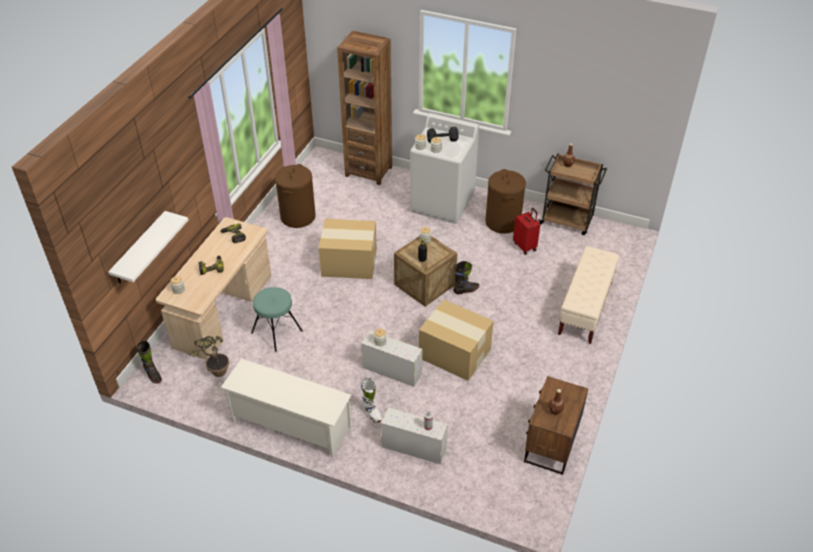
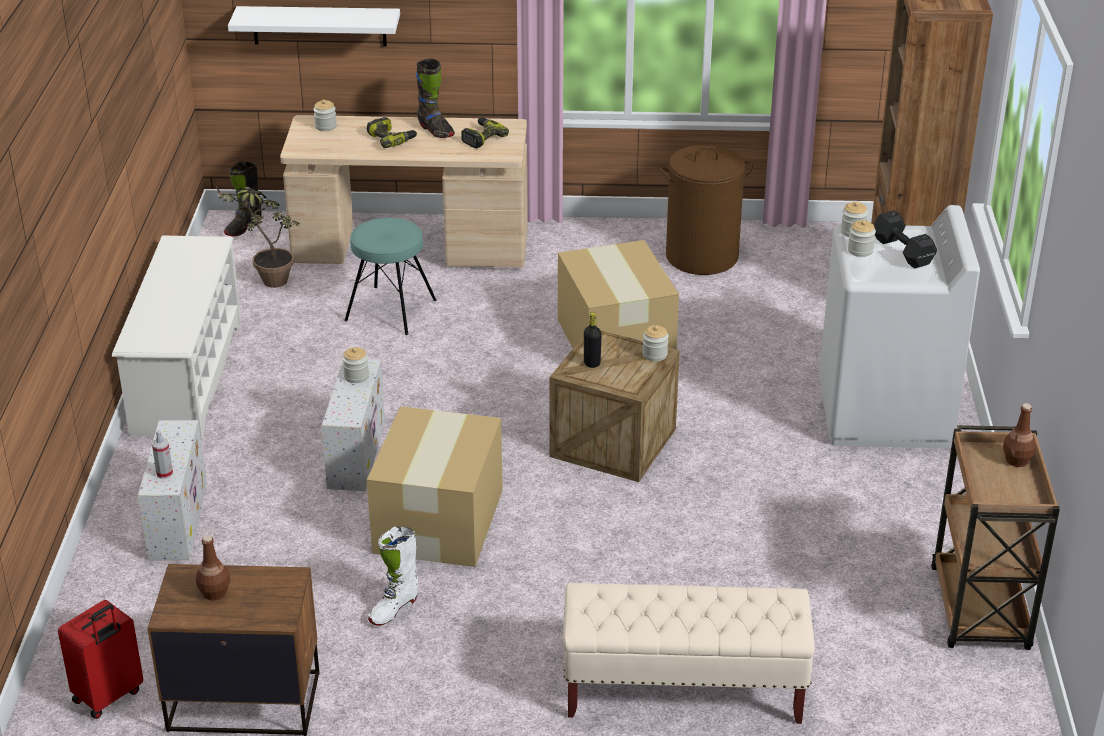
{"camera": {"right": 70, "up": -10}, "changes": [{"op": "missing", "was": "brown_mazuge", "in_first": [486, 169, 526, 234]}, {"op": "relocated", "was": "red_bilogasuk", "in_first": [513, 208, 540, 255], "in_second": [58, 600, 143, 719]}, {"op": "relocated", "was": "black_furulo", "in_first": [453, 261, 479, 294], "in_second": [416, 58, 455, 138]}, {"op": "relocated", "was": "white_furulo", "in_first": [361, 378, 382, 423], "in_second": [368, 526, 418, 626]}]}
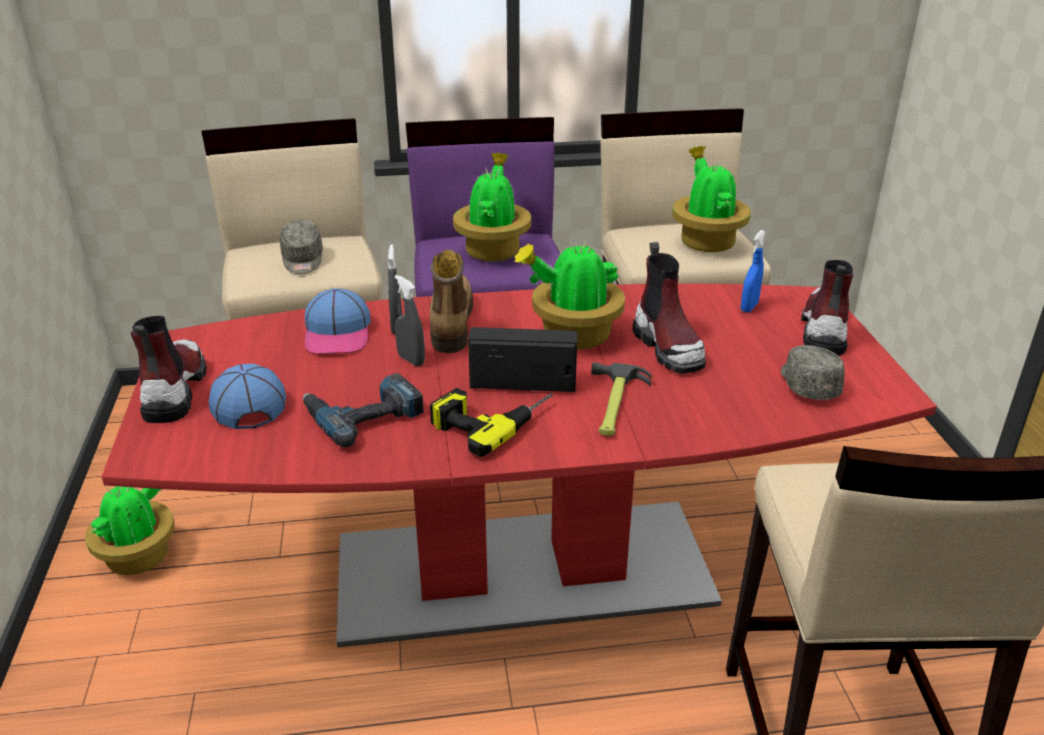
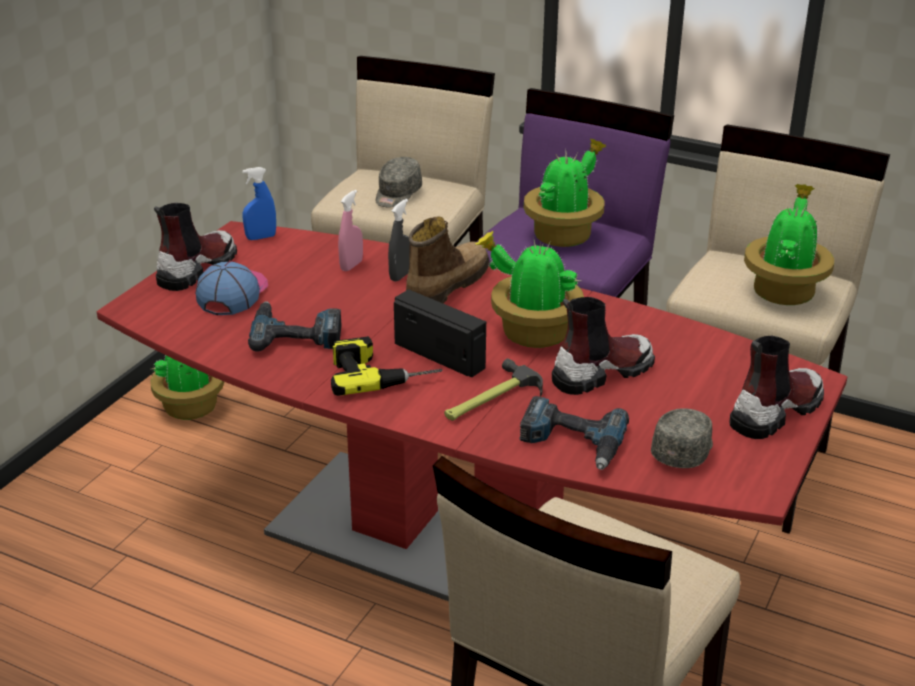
{"camera": {"right": 35, "up": 0}, "changes": [{"op": "relocated", "was": "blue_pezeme", "in_first": [741, 230, 766, 312], "in_second": [242, 167, 276, 240]}, {"op": "spun", "was": "furulo", "in_first": [632, 242, 706, 374], "in_second": [552, 297, 655, 395], "clockwise": -135}, {"op": "missing", "was": "grey_pezeme", "in_first": [395, 275, 425, 366]}, {"op": "exchanged", "was": "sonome", "now": "pink_pezeme", "in_first": [305, 288, 371, 354], "in_second": [338, 190, 363, 271]}, {"op": "appeared", "now": "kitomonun", "in_second": [519, 396, 629, 470]}]}
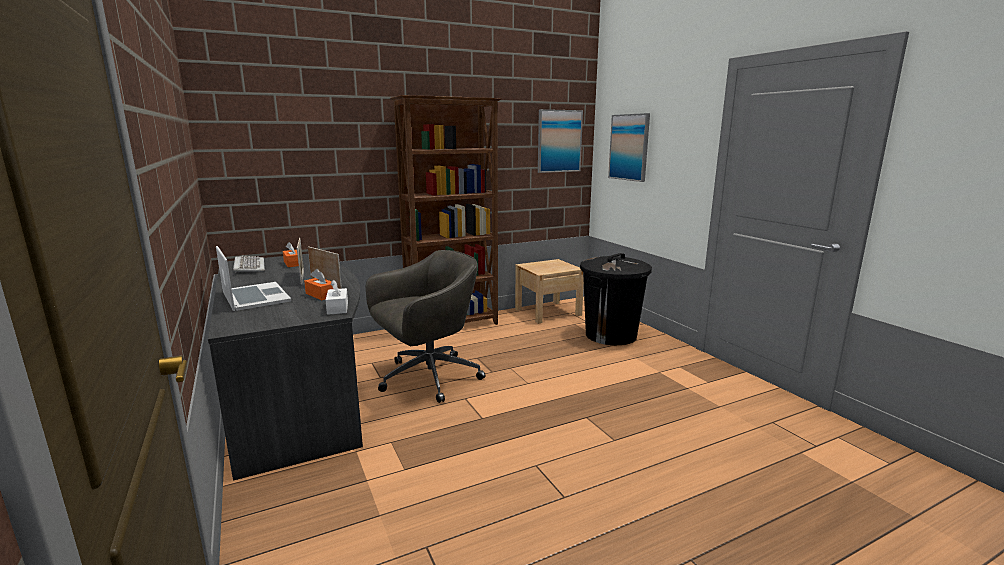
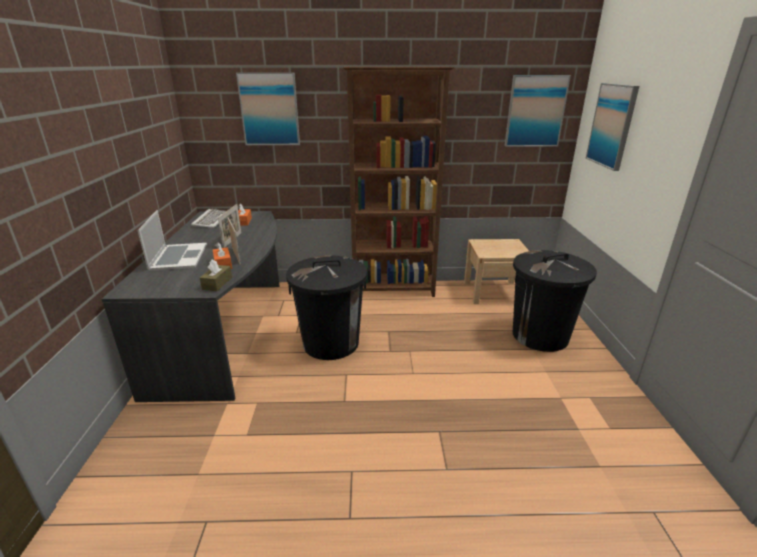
{"camera": {"right": 25, "up": 10}, "changes": [{"op": "exchanged", "was": "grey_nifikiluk", "now": "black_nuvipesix", "in_first": [366, 250, 486, 403], "in_second": [286, 255, 367, 360]}, {"op": "colour", "was": "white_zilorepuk", "now": "brown_zilorepuk", "in_first": [326, 280, 348, 315], "in_second": [200, 259, 232, 291]}, {"op": "appeared", "now": "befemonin", "in_second": [236, 72, 300, 145]}]}
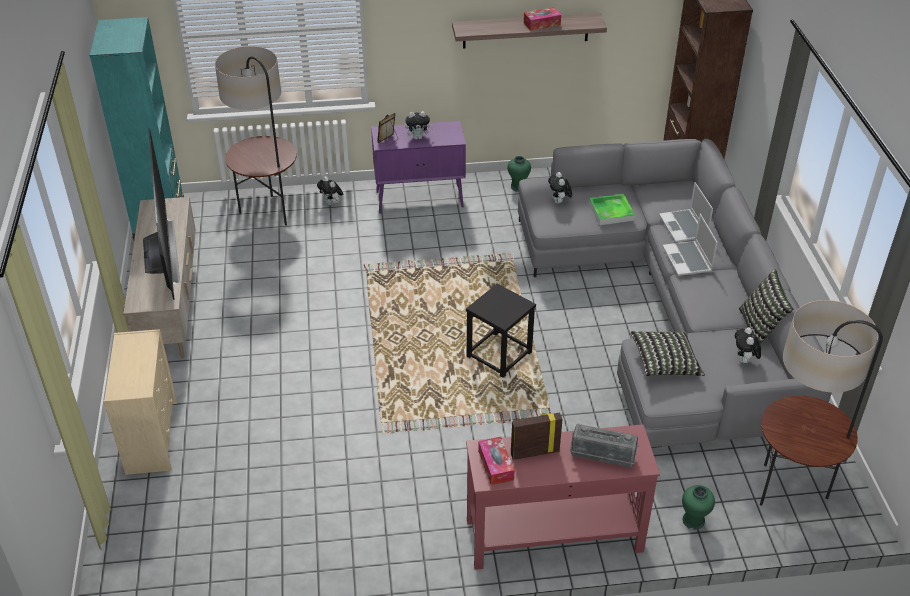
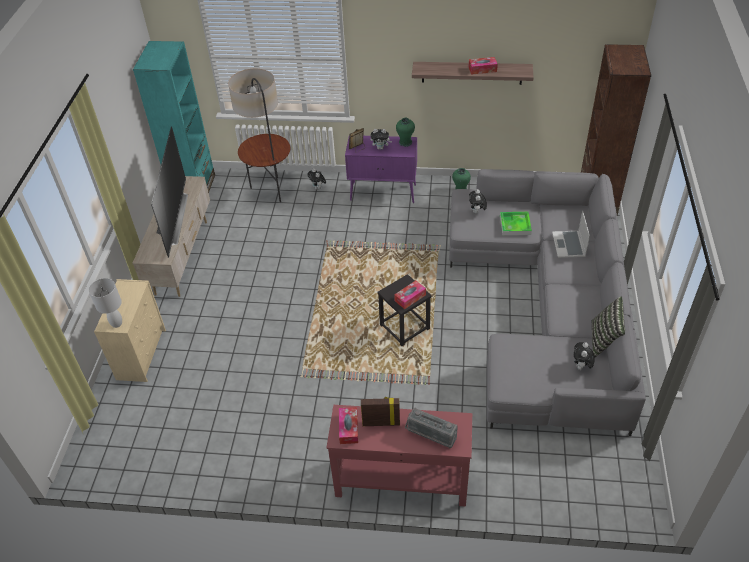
{"camera": {"right": 15, "up": 5}, "changes": [{"op": "missing", "was": "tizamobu", "in_first": [662, 214, 718, 276]}, {"op": "missing", "was": "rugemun", "in_first": [760, 300, 883, 506]}, {"op": "missing", "was": "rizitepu", "in_first": [630, 331, 705, 376]}, {"op": "relocated", "was": "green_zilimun", "in_first": [682, 485, 715, 530], "in_second": [396, 118, 415, 147]}, {"op": "appeared", "now": "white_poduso", "in_second": [89, 278, 122, 328]}, {"op": "appeared", "now": "zilorepuk", "in_second": [394, 281, 426, 309]}]}
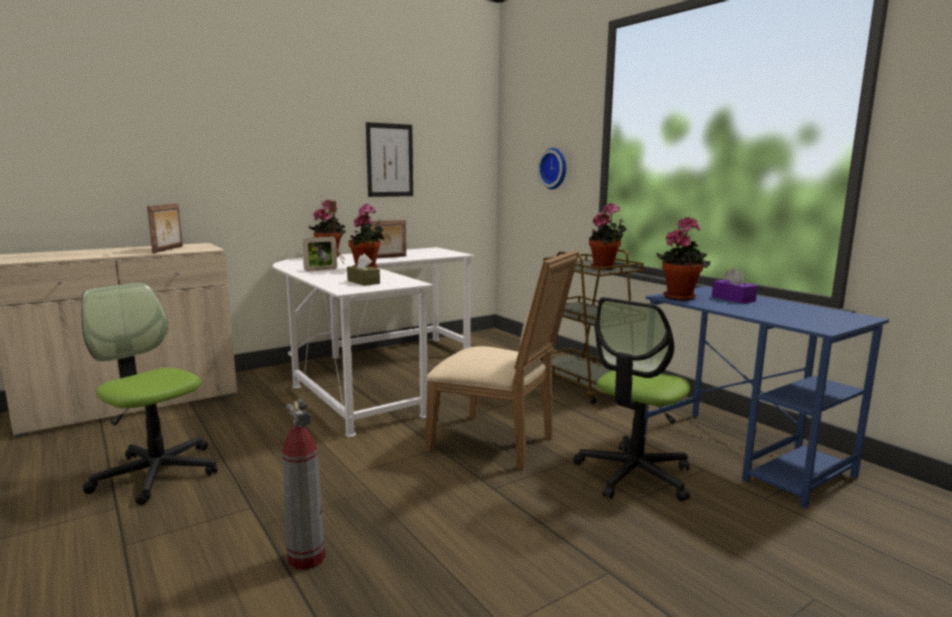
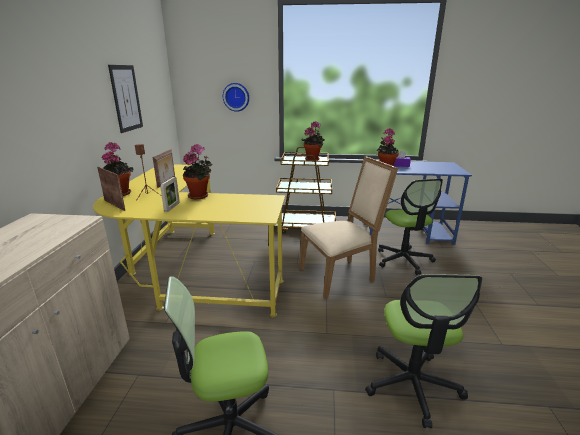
{"camera": {"right": -50, "up": 10}, "changes": [{"op": "relocated", "was": "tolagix", "in_first": [147, 203, 183, 253], "in_second": [97, 167, 125, 211]}, {"op": "colour", "was": "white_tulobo", "now": "yellow_tulobo", "in_first": [273, 247, 475, 437], "in_second": [93, 164, 285, 317]}, {"op": "missing", "was": "brown_zilorepuk", "in_first": [347, 254, 380, 286]}, {"op": "exchanged", "was": "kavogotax", "now": "nifikiluk", "in_first": [282, 398, 325, 570], "in_second": [365, 274, 482, 428]}]}
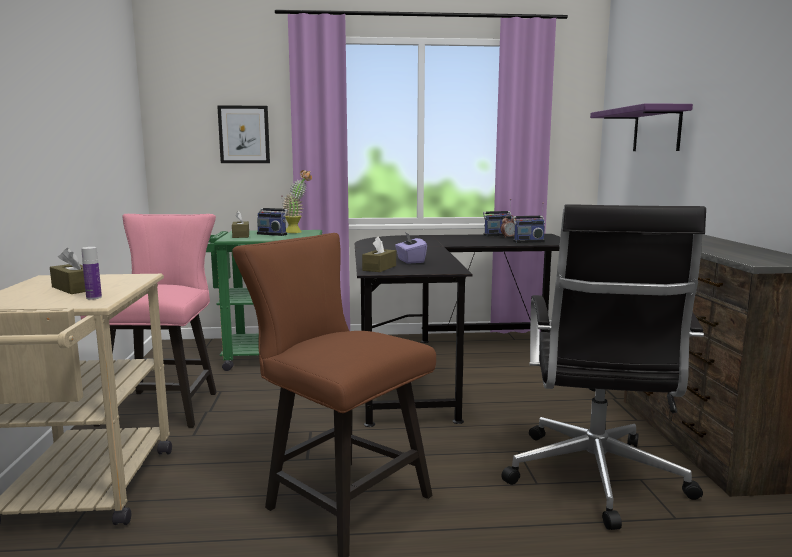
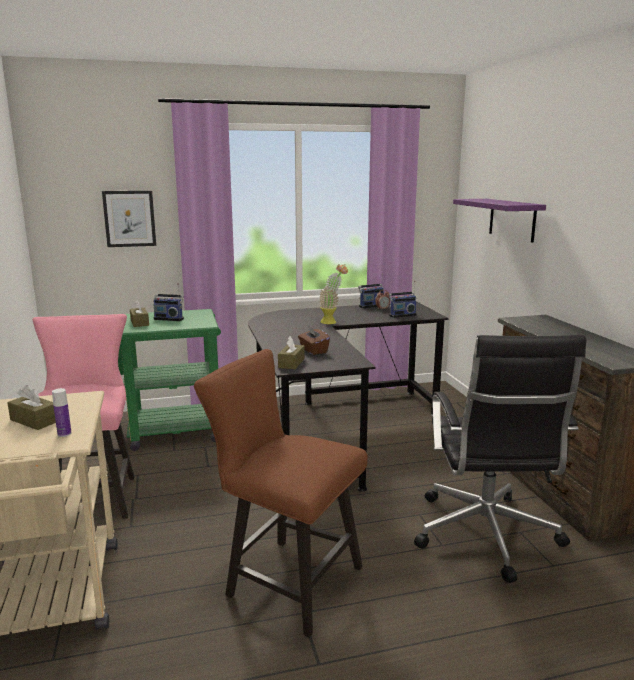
{"camera": {"right": -10, "up": 5}, "changes": [{"op": "relocated", "was": "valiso", "in_first": [283, 170, 312, 233], "in_second": [319, 264, 348, 324]}, {"op": "colour", "was": "purple_zilorepuk", "now": "brown_zilorepuk", "in_first": [395, 232, 427, 264], "in_second": [298, 325, 330, 355]}]}
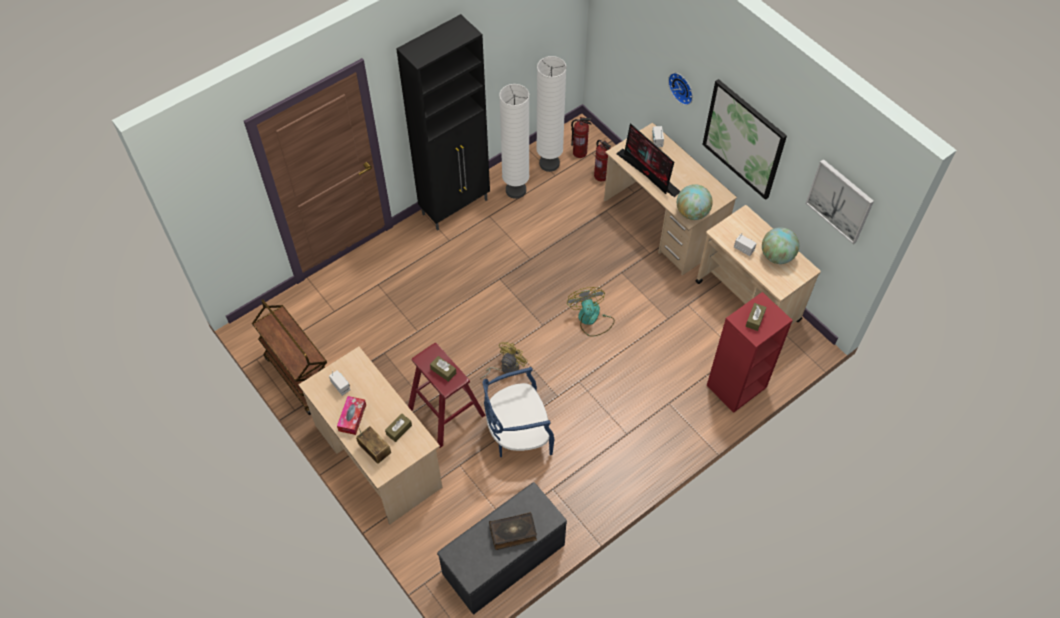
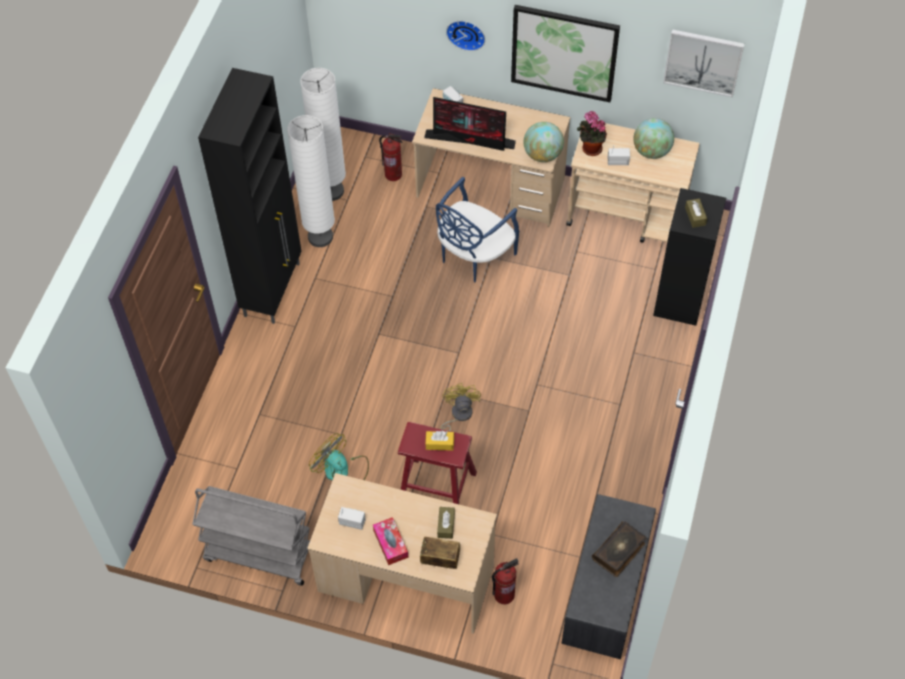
{"camera": {"right": -35, "up": 0}, "changes": [{"op": "relocated", "was": "kavogotax", "in_first": [571, 117, 592, 158], "in_second": [492, 558, 519, 604]}, {"op": "relocated", "was": "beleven", "in_first": [567, 287, 615, 337], "in_second": [309, 433, 369, 480]}, {"op": "colour", "was": "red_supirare", "now": "black_supirare", "in_first": [707, 292, 793, 413], "in_second": [653, 188, 726, 326]}, {"op": "colour", "was": "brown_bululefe", "now": "grey_bululefe", "in_first": [252, 299, 327, 415], "in_second": [192, 486, 310, 586]}, {"op": "colour", "was": "brown_zilorepuk", "now": "yellow_zilorepuk", "in_first": [430, 356, 456, 382], "in_second": [425, 431, 454, 451]}, {"op": "relocated", "was": "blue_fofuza", "in_first": [482, 367, 554, 457], "in_second": [436, 177, 519, 283]}, {"op": "appeared", "now": "valiso", "in_second": [577, 111, 607, 156]}]}
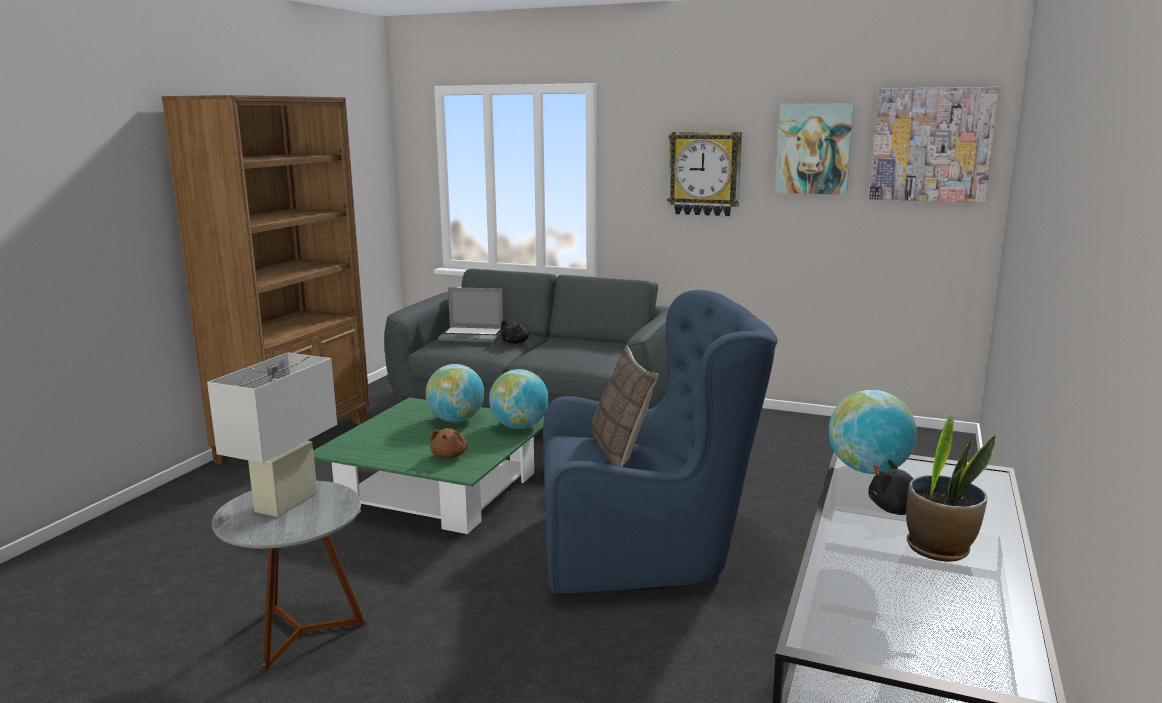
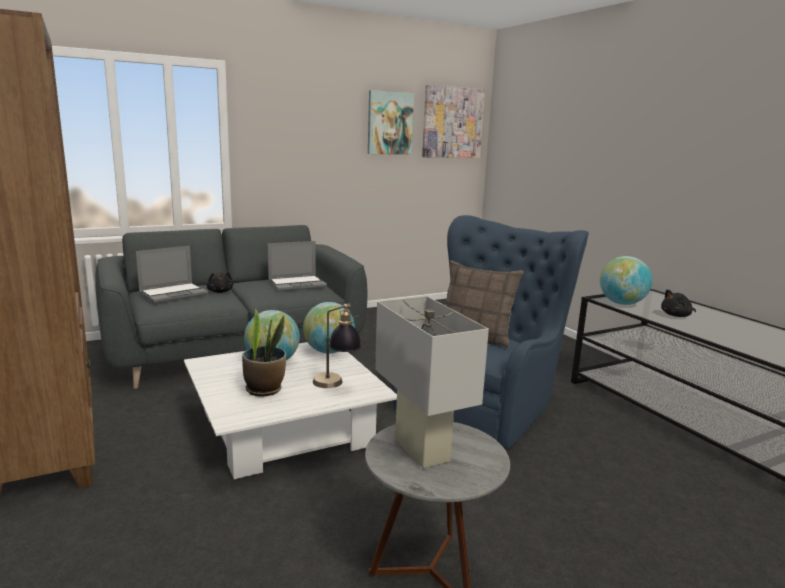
{"camera": {"right": -50, "up": 0}, "changes": [{"op": "missing", "was": "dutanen", "in_first": [667, 132, 742, 216]}, {"op": "colour", "was": "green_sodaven", "now": "white_sodaven", "in_first": [313, 397, 545, 535], "in_second": [184, 342, 397, 480]}, {"op": "relocated", "was": "valiso", "in_first": [906, 412, 996, 562], "in_second": [242, 308, 286, 397]}, {"op": "exchanged", "was": "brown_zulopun", "now": "poduso", "in_first": [430, 428, 468, 459], "in_second": [313, 303, 361, 388]}, {"op": "appeared", "now": "tizamobu", "in_second": [268, 241, 327, 291]}]}
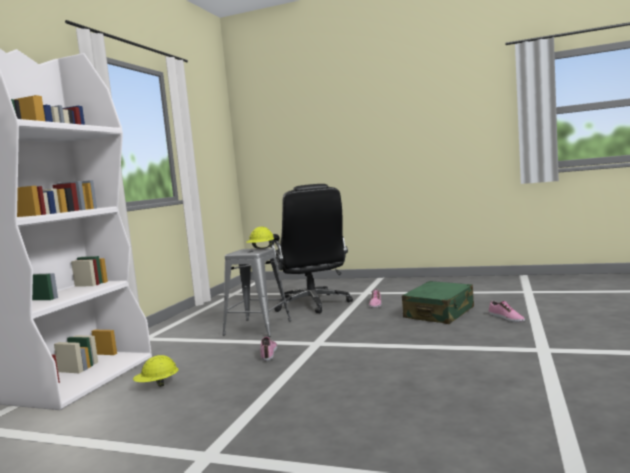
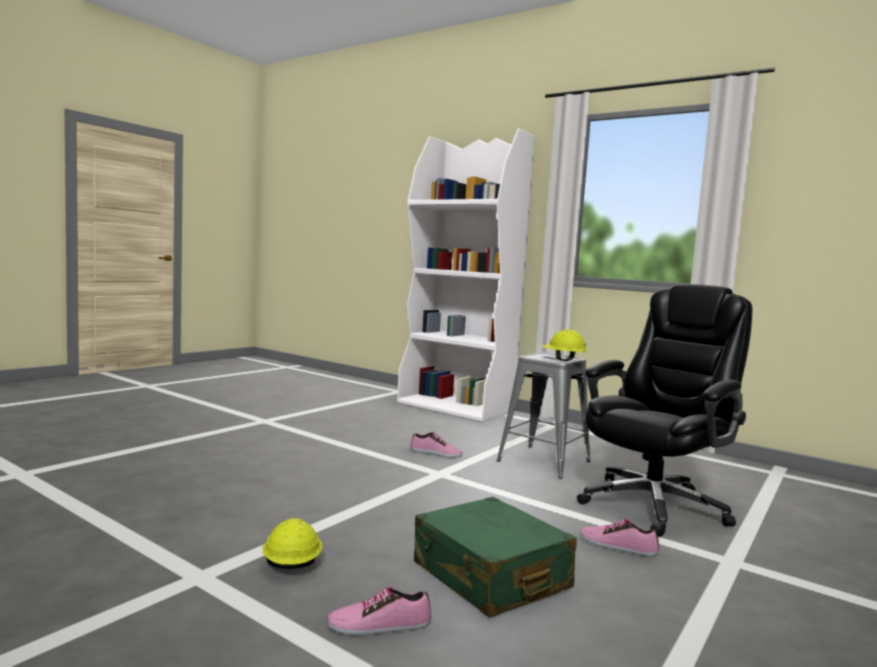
{"camera": {"right": 105, "up": 0}, "changes": [{"op": "spun", "was": "black_nifikiluk", "in_first": [269, 184, 353, 314], "in_second": [577, 284, 752, 537], "clockwise": 135}, {"op": "relocated", "was": "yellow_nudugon", "in_first": [133, 355, 179, 387], "in_second": [263, 518, 322, 569]}]}
